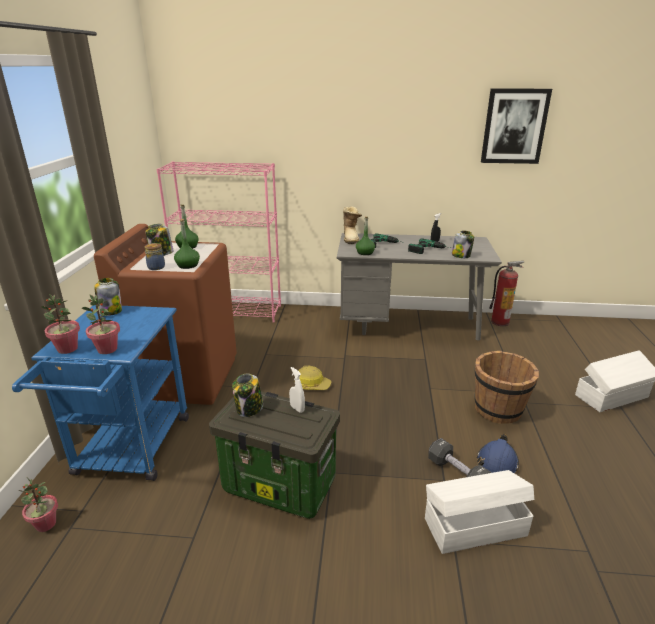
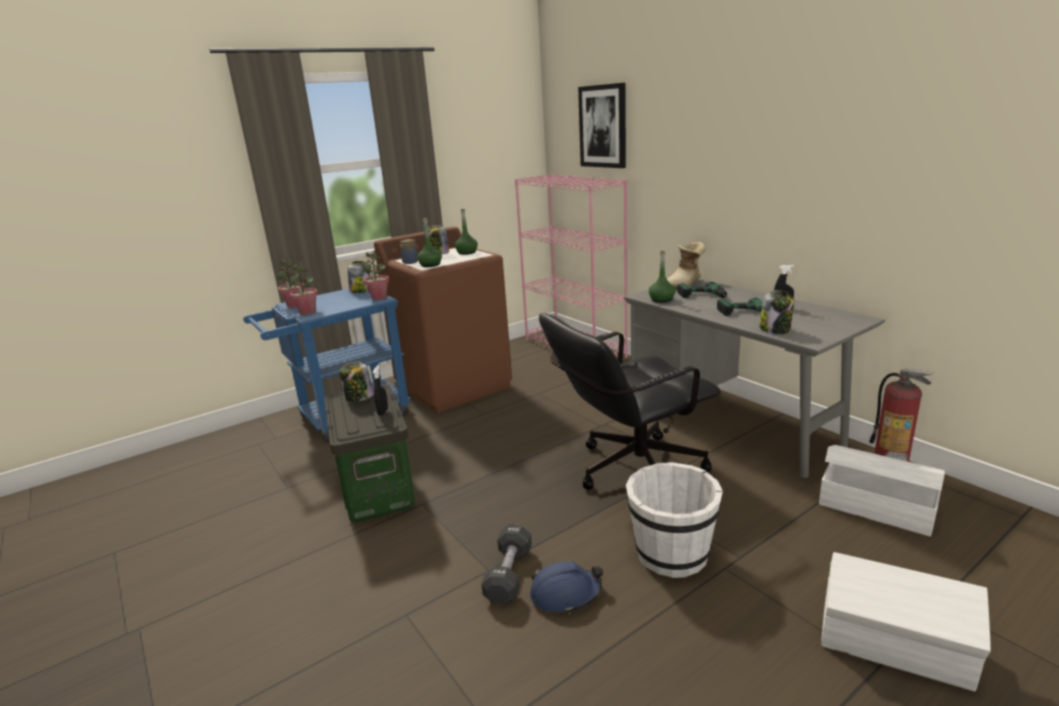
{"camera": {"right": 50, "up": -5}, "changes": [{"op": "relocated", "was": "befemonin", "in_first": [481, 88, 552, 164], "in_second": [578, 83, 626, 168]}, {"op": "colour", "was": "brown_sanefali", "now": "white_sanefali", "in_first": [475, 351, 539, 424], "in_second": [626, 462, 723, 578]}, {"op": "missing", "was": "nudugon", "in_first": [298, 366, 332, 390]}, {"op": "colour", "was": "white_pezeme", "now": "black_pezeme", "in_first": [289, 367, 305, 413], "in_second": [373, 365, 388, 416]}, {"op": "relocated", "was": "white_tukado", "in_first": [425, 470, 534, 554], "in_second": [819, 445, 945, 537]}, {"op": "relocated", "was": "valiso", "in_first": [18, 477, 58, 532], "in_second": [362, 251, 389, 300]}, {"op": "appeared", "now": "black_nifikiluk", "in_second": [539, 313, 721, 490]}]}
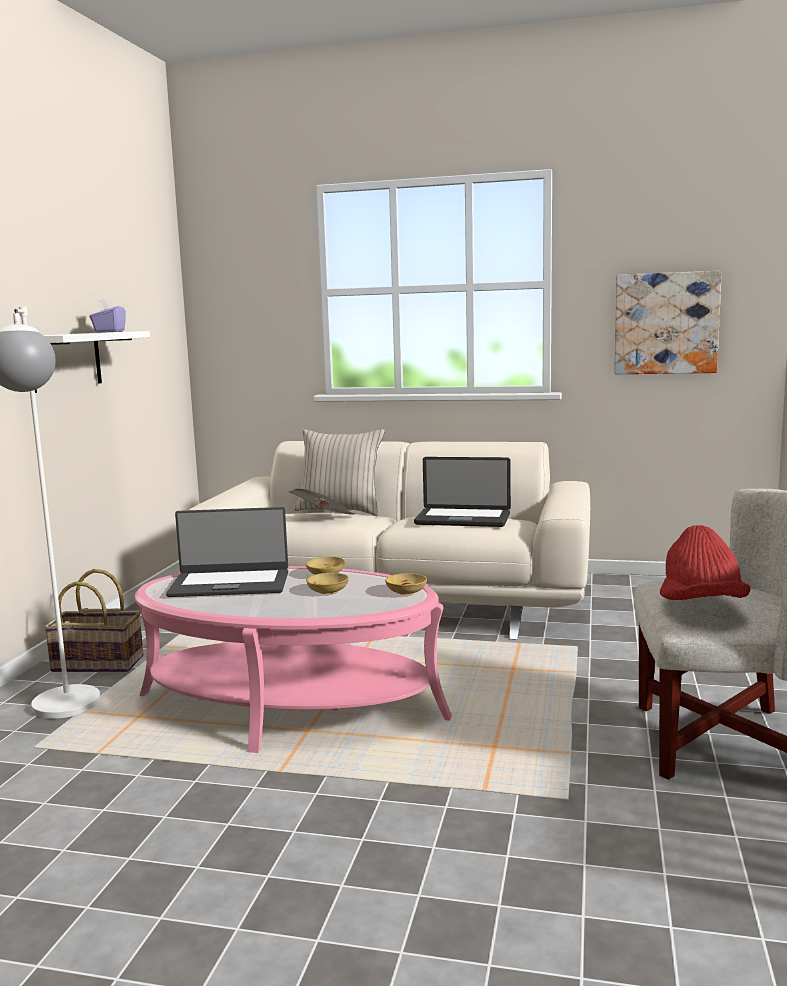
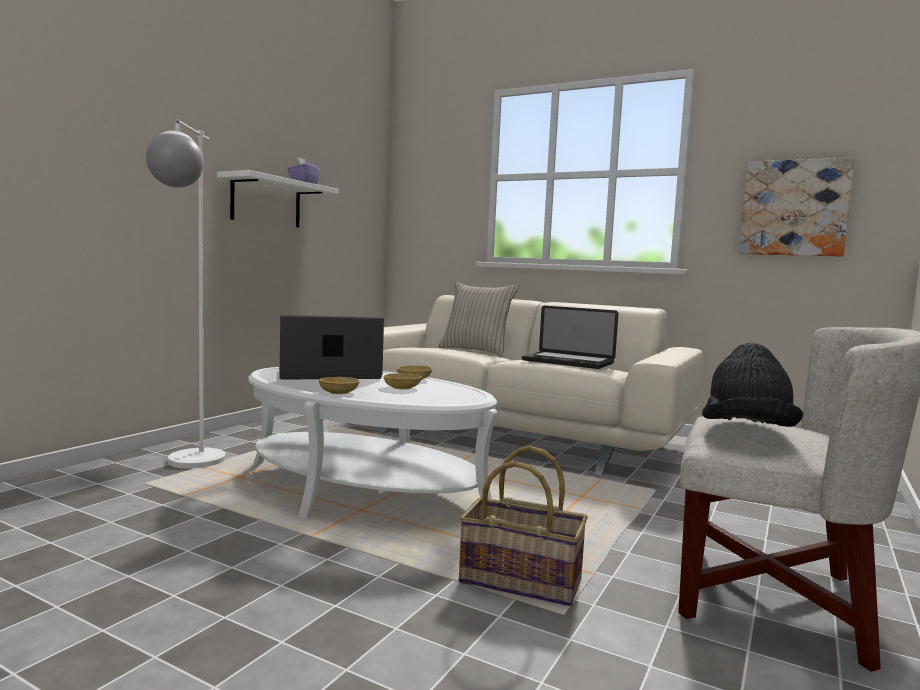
{"camera": {"right": 15, "up": -5}, "changes": [{"op": "missing", "was": "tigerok", "in_first": [289, 489, 355, 515]}, {"op": "spun", "was": "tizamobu", "in_first": [166, 507, 288, 597], "in_second": [279, 315, 384, 379], "clockwise": 150}, {"op": "colour", "was": "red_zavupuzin", "now": "black_zavupuzin", "in_first": [660, 525, 751, 600], "in_second": [702, 343, 803, 427]}, {"op": "colour", "was": "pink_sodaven", "now": "white_sodaven", "in_first": [135, 566, 452, 753], "in_second": [249, 367, 498, 519]}, {"op": "relocated", "was": "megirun", "in_first": [44, 569, 143, 672], "in_second": [459, 446, 588, 606]}, {"op": "relocated", "was": "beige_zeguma", "in_first": [385, 573, 427, 595], "in_second": [319, 377, 360, 394]}]}
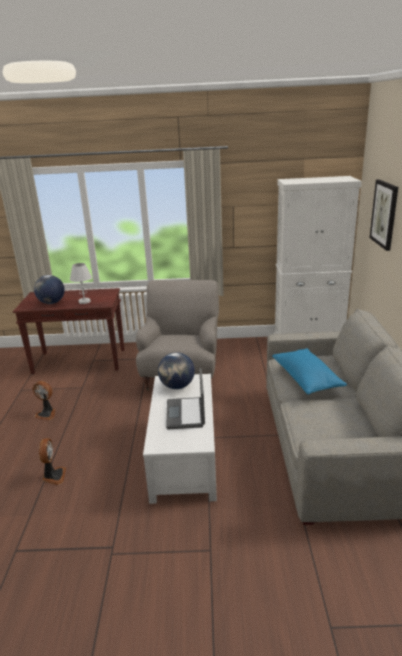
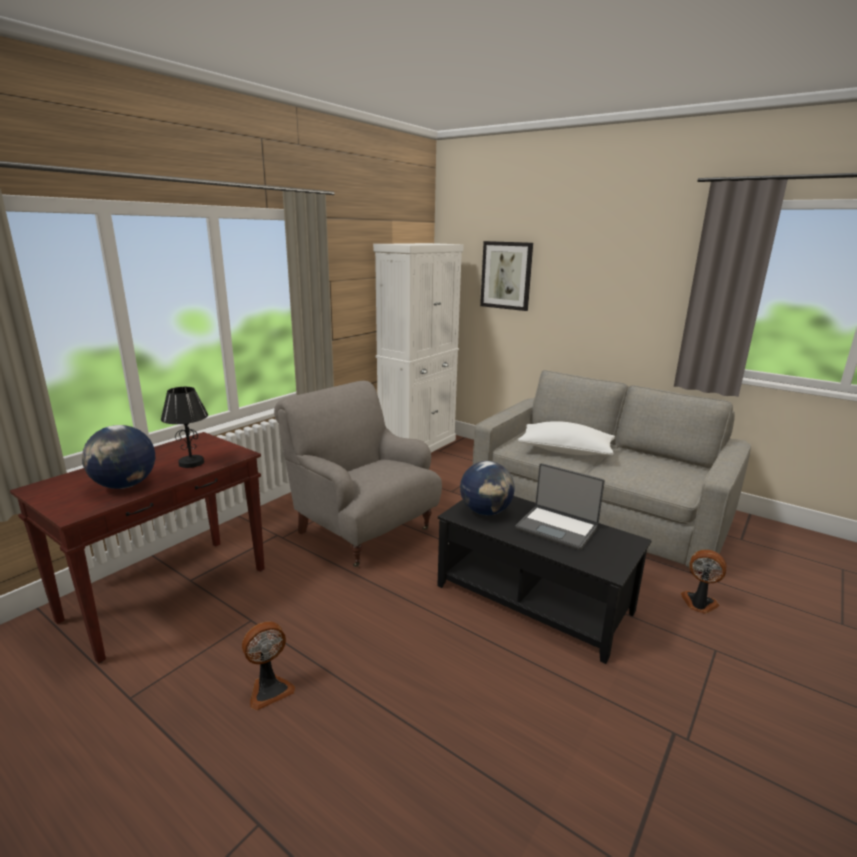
{"camera": {"right": -55, "up": -5}, "changes": [{"op": "colour", "was": "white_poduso", "now": "black_poduso", "in_first": [70, 263, 92, 304], "in_second": [161, 387, 208, 468]}, {"op": "colour", "was": "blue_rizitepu", "now": "white_rizitepu", "in_first": [272, 348, 347, 395], "in_second": [518, 421, 615, 455]}, {"op": "colour", "was": "white_sodaven", "now": "black_sodaven", "in_first": [143, 374, 217, 504], "in_second": [437, 496, 652, 664]}, {"op": "relocated", "was": "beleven", "in_first": [39, 438, 66, 485], "in_second": [681, 550, 727, 614]}]}
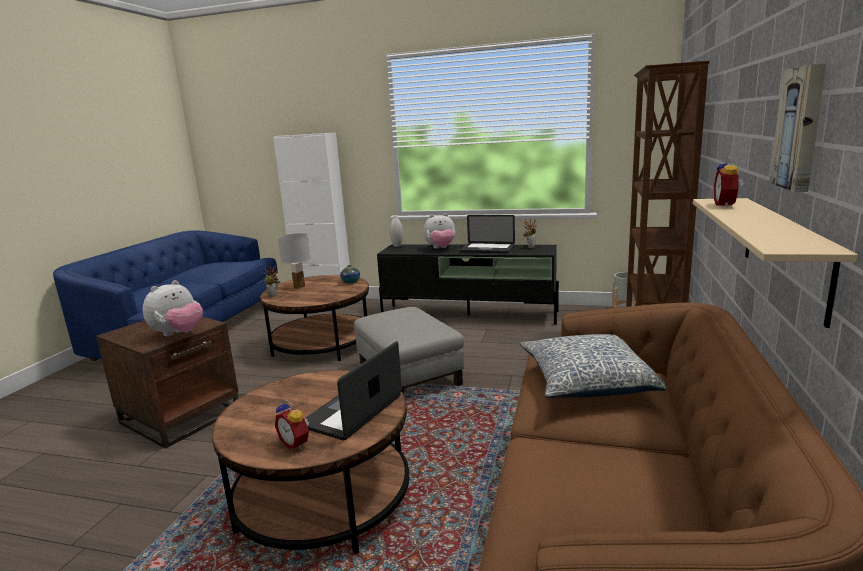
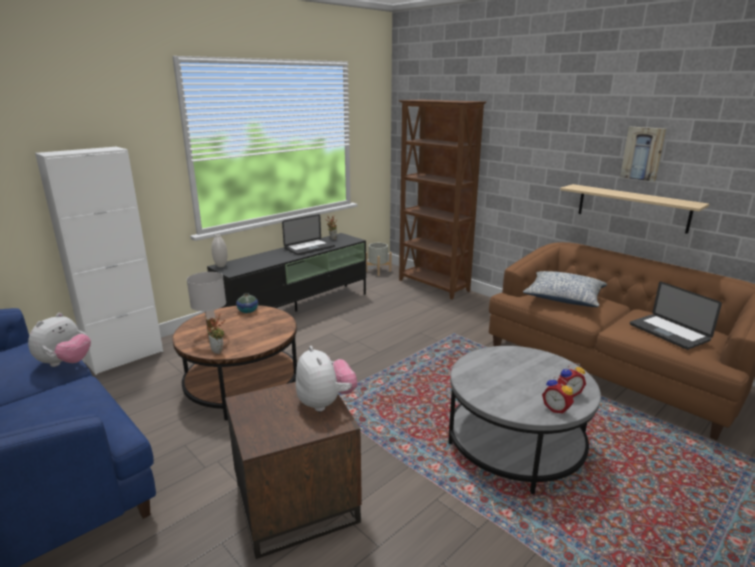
{"camera": {"right": -60, "up": 5}, "changes": [{"op": "relocated", "was": "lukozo", "in_first": [714, 155, 744, 207], "in_second": [542, 377, 574, 414]}, {"op": "relocated", "was": "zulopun", "in_first": [423, 213, 455, 248], "in_second": [28, 313, 91, 367]}, {"op": "missing", "was": "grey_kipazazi", "in_first": [354, 307, 464, 394]}, {"op": "relocated", "was": "tizamobu", "in_first": [304, 341, 402, 441], "in_second": [630, 282, 722, 350]}, {"op": "colour", "was": "brown_sodaven", "now": "grey_sodaven", "in_first": [212, 370, 409, 554], "in_second": [448, 346, 601, 494]}]}
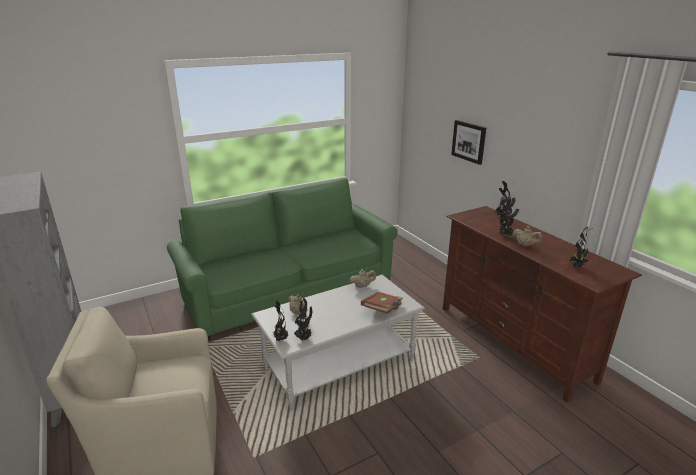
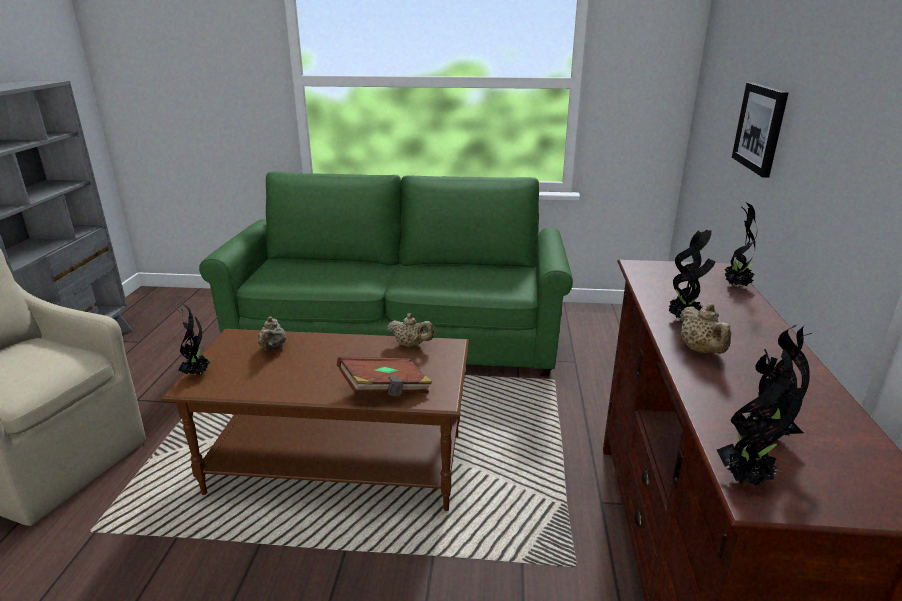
{"camera": {"right": 35, "up": 0}, "changes": [{"op": "colour", "was": "grey_sodaven", "now": "brown_sodaven", "in_first": [251, 275, 425, 411], "in_second": [162, 329, 469, 511]}, {"op": "relocated", "was": "valiso", "in_first": [294, 297, 312, 340], "in_second": [717, 349, 803, 485]}]}
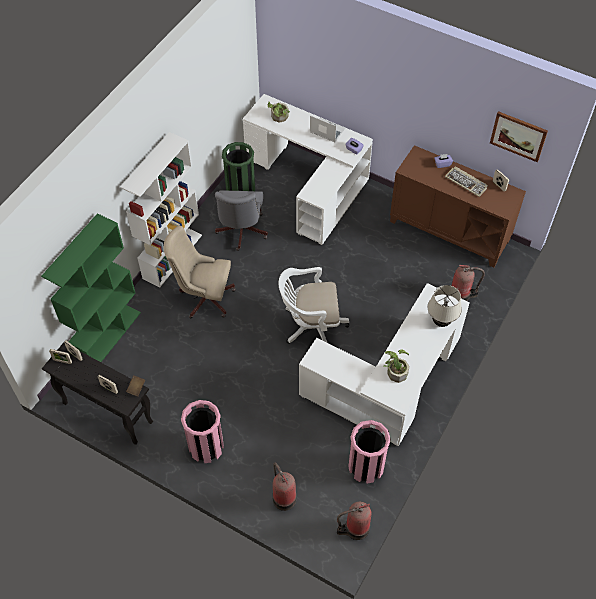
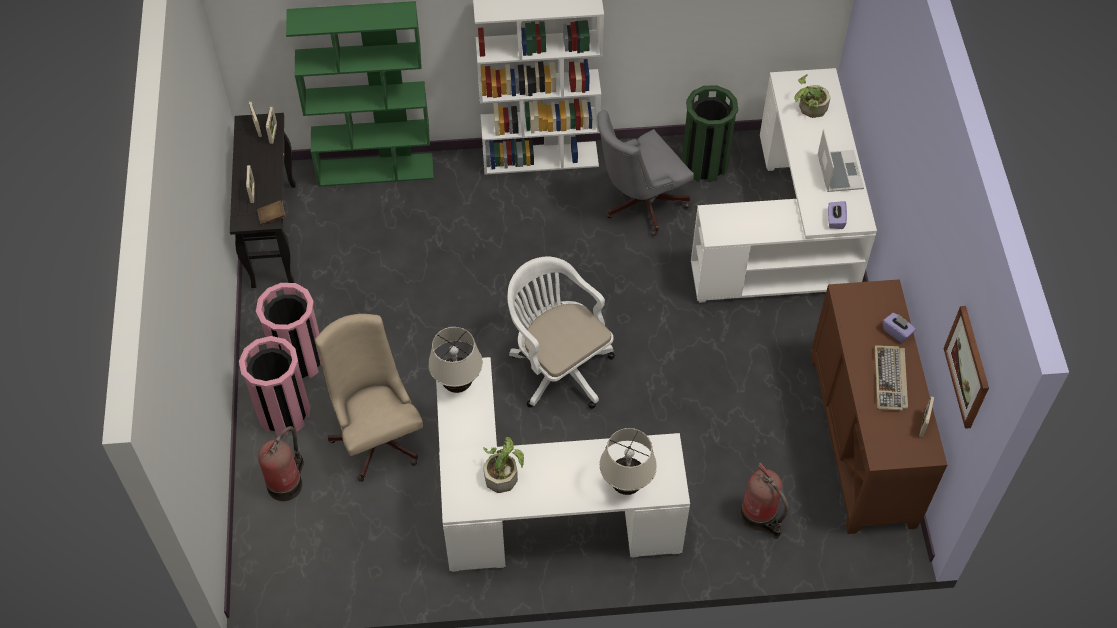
{"camera": {"right": 55, "up": 0}, "changes": [{"op": "relocated", "was": "beige_nifikiluk", "in_first": [164, 226, 236, 318], "in_second": [315, 314, 423, 482]}, {"op": "relocated", "was": "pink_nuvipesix", "in_first": [348, 420, 391, 484], "in_second": [239, 336, 310, 436]}, {"op": "missing", "was": "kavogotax", "in_first": [337, 502, 371, 540]}, {"op": "appeared", "now": "beige_poduso", "in_second": [428, 327, 483, 393]}]}
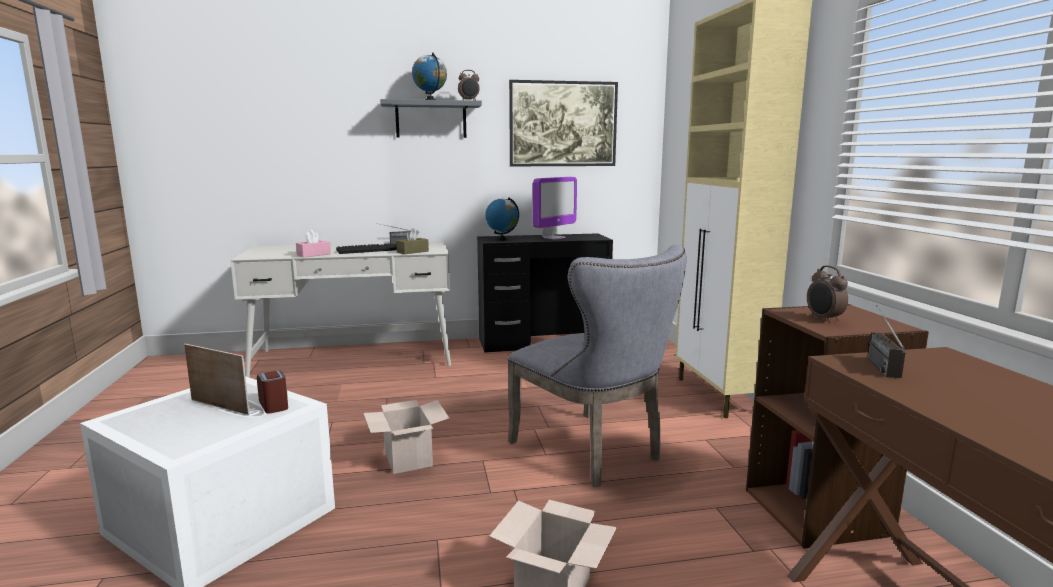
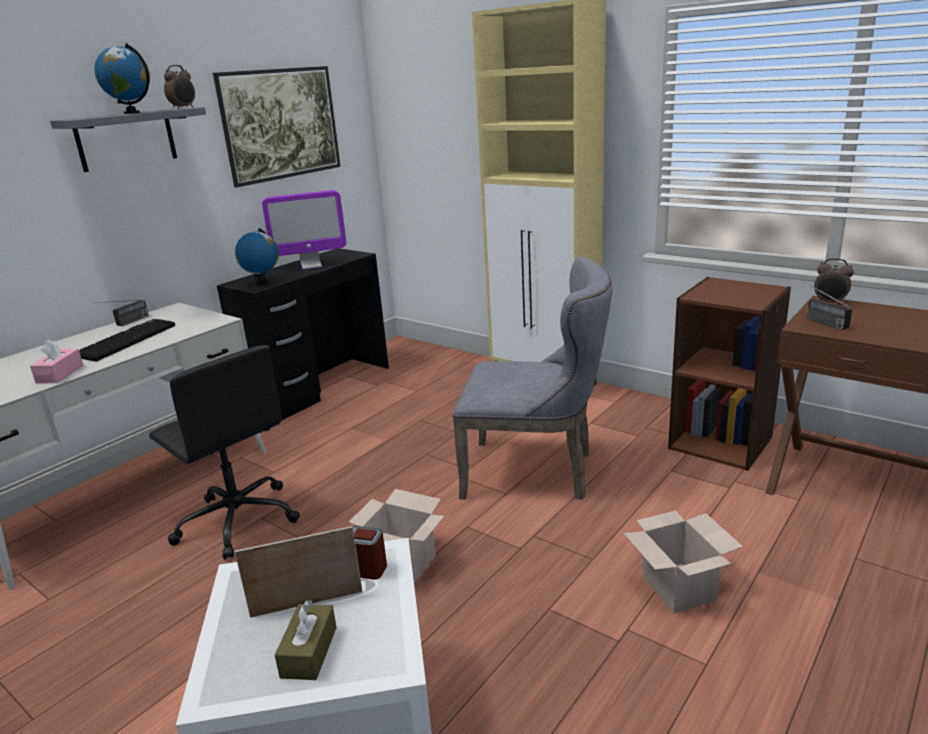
{"camera": {"right": -40, "up": 10}, "changes": [{"op": "spun", "was": "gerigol", "in_first": [533, 177, 577, 240], "in_second": [262, 190, 346, 269], "clockwise": 75}, {"op": "relocated", "was": "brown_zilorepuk", "in_first": [396, 228, 429, 254], "in_second": [275, 600, 337, 680]}, {"op": "relocated", "was": "lukozo", "in_first": [807, 265, 848, 323], "in_second": [814, 258, 854, 305]}, {"op": "appeared", "now": "black_nifikiluk", "in_second": [149, 345, 300, 559]}]}
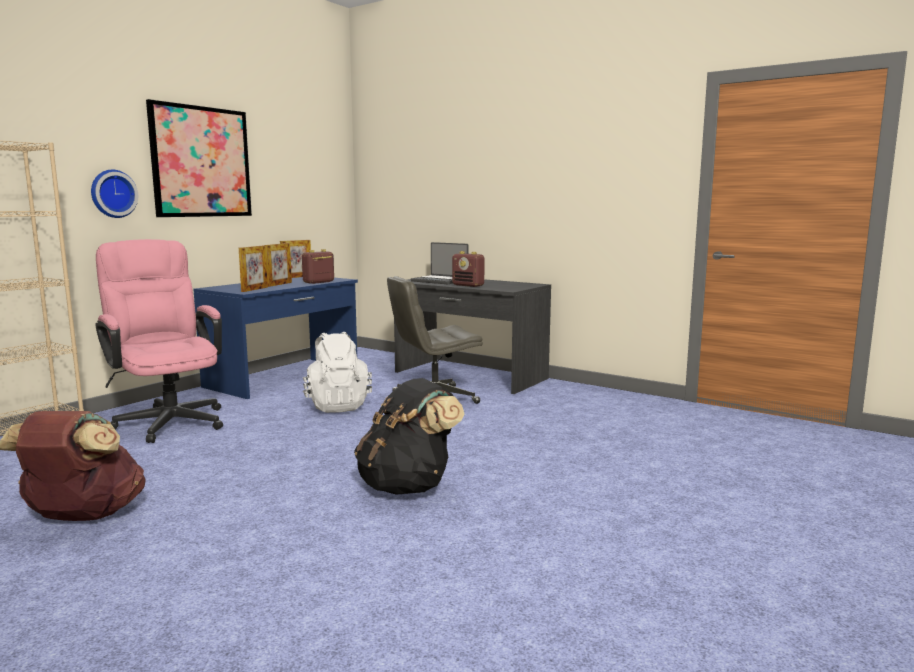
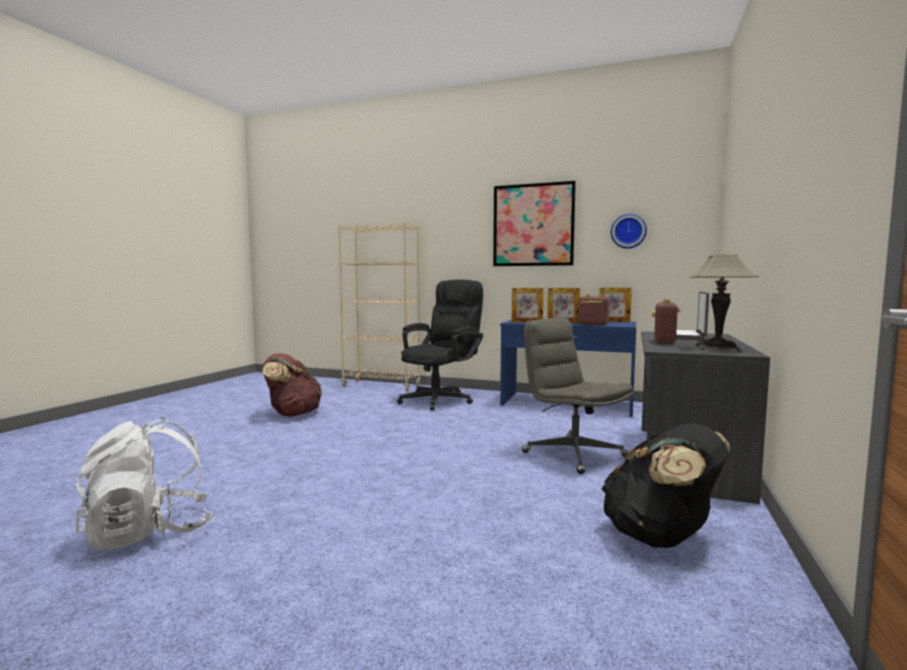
{"camera": {"right": 75, "up": -5}, "changes": [{"op": "relocated", "was": "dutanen", "in_first": [91, 170, 138, 218], "in_second": [611, 214, 647, 249]}, {"op": "colour", "was": "pink_nifikiluk", "now": "black_nifikiluk", "in_first": [96, 239, 223, 443], "in_second": [397, 280, 483, 411]}, {"op": "relocated", "was": "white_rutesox", "in_first": [303, 332, 372, 413], "in_second": [76, 417, 213, 550]}, {"op": "relocated", "was": "black_rutesox", "in_first": [354, 378, 465, 495], "in_second": [602, 424, 730, 548]}, {"op": "appeared", "now": "poduso", "in_second": [690, 254, 759, 352]}]}
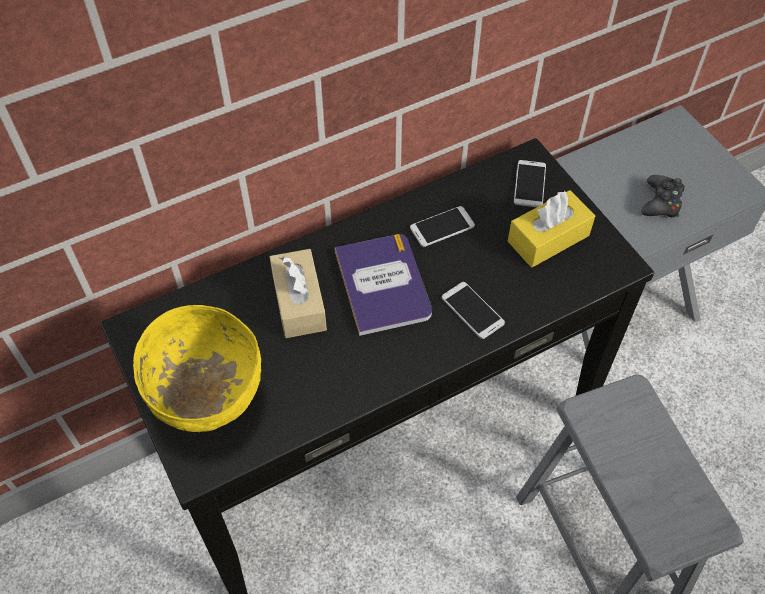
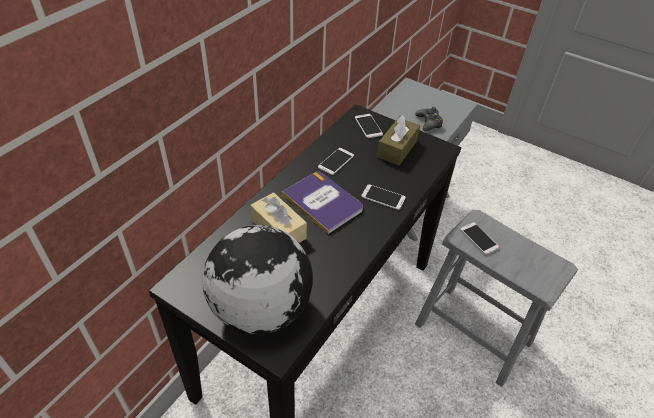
{"camera": {"right": -30, "up": -10}, "changes": [{"op": "colour", "was": "yellow_zilorepuk", "now": "brown_zilorepuk", "in_first": [508, 190, 595, 267], "in_second": [377, 115, 420, 165]}, {"op": "exchanged", "was": "yellow_zeguma", "now": "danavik", "in_first": [133, 305, 261, 432], "in_second": [202, 225, 313, 335]}, {"op": "appeared", "now": "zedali", "in_second": [461, 222, 499, 255]}]}
